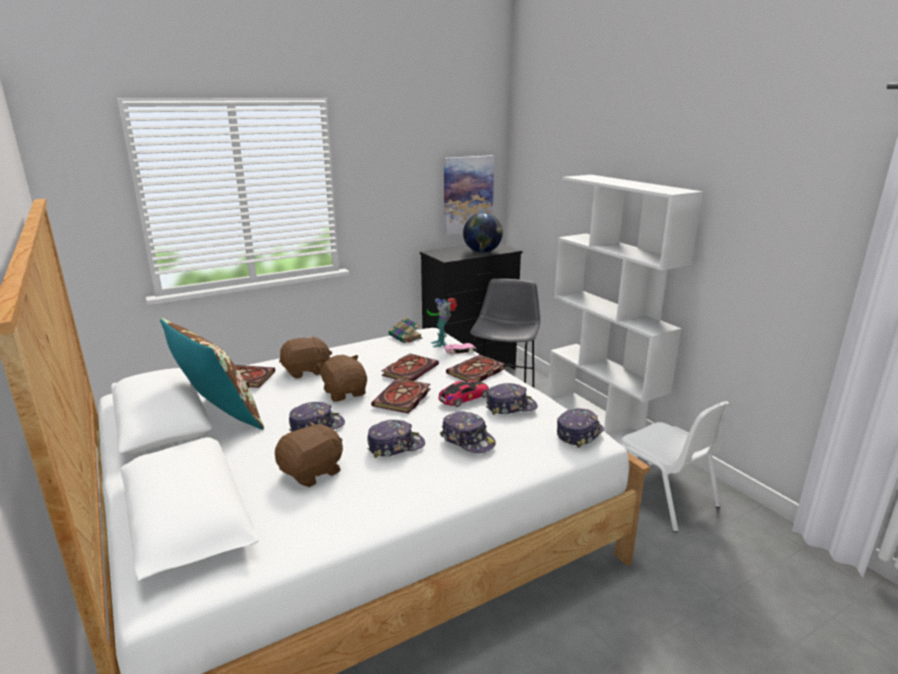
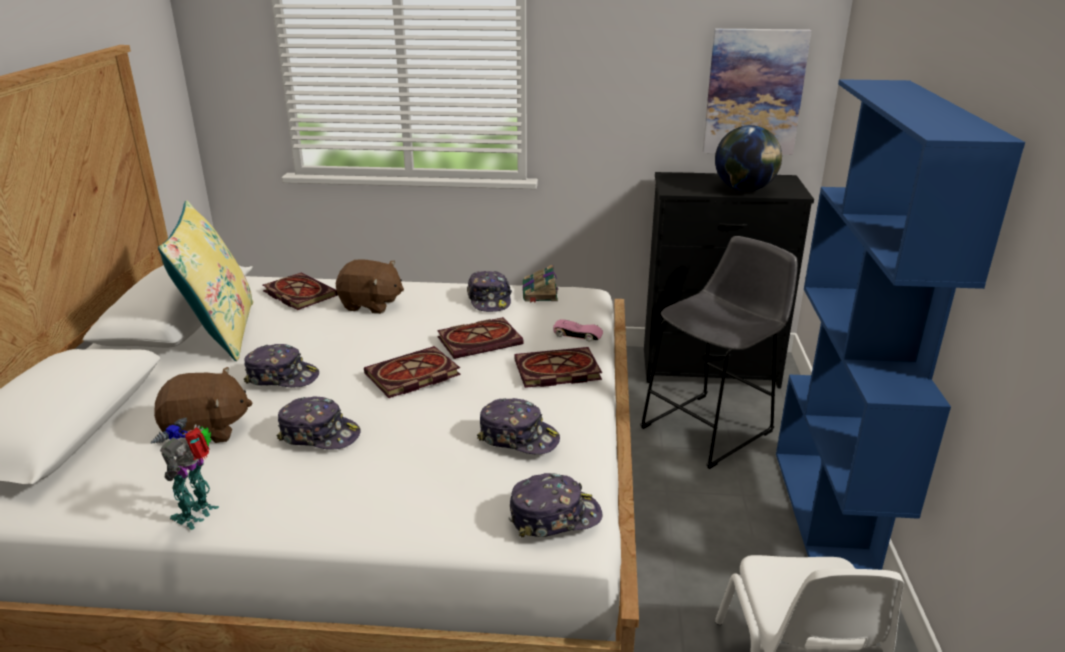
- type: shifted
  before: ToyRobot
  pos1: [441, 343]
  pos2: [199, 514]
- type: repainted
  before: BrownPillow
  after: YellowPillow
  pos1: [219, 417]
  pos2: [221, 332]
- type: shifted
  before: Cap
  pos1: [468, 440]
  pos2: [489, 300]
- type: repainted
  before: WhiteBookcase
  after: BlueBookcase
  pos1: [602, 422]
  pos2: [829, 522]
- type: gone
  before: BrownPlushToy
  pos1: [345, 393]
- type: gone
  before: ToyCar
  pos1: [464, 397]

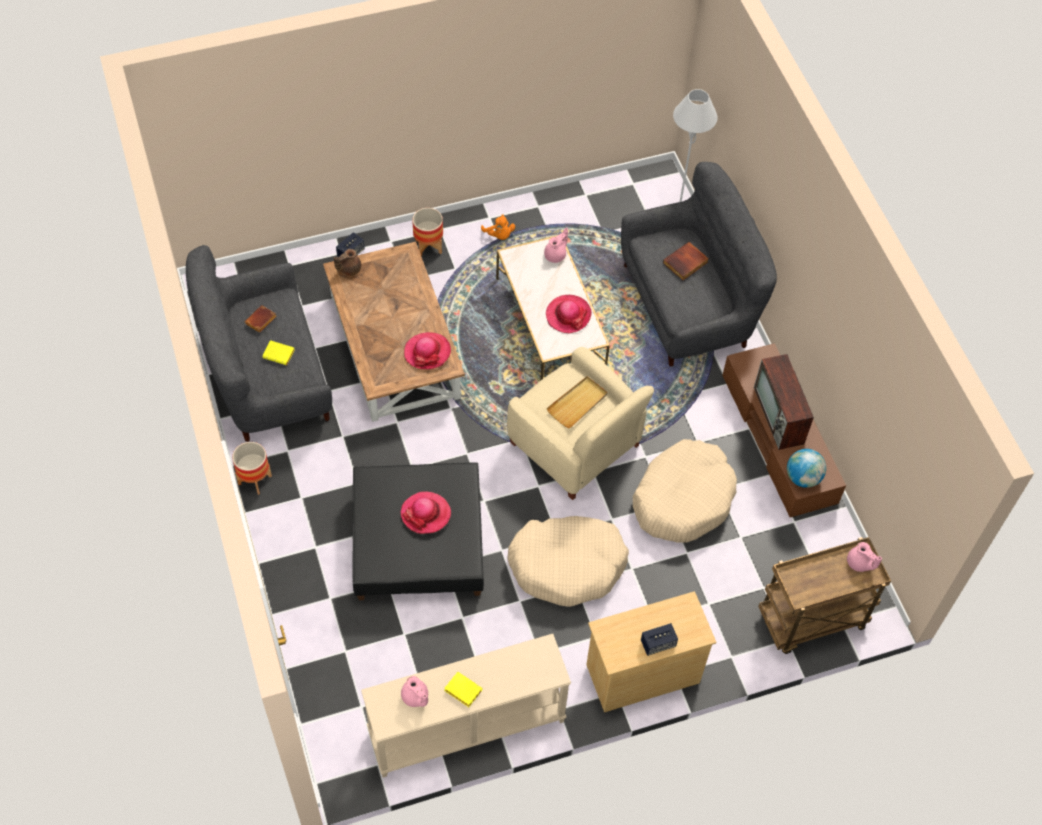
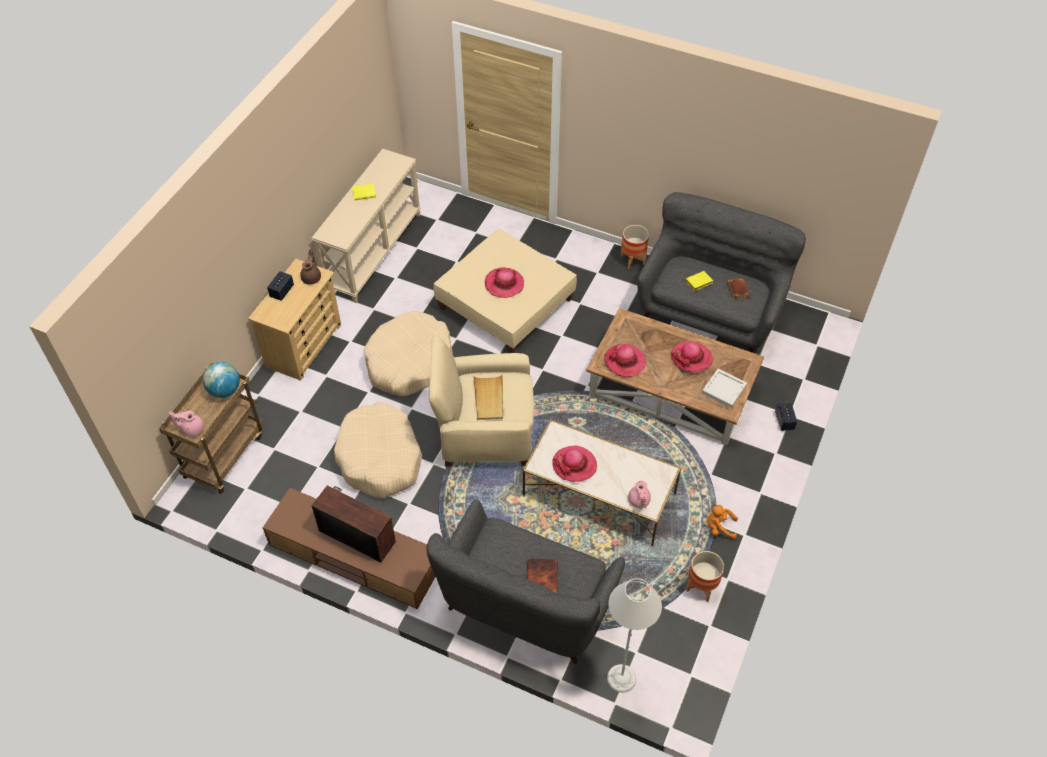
- type: shifted
  before: Globe
  pos1: [803, 477]
  pos2: [225, 390]
- type: shifted
  before: BrownTeapot
  pos1: [349, 269]
  pos2: [312, 277]
- type: repainted
  before: BlackOttoman
  after: BeigeOttoman
  pos1: [417, 543]
  pos2: [506, 304]
- type: new
  after: Hat
  pos2: [691, 358]
- type: shifted
  before: Planter
  pos1: [428, 246]
  pos2: [701, 587]
- type: new
  after: WhiteTray
  pos2: [723, 389]
- type: gone
  before: PinkTeapot
  pos1: [415, 697]

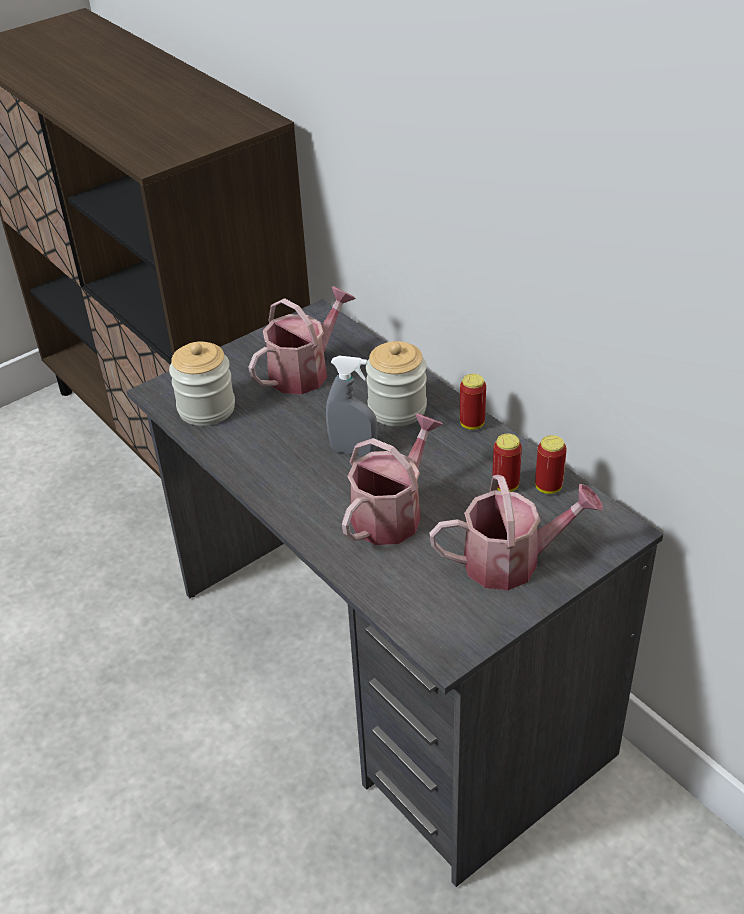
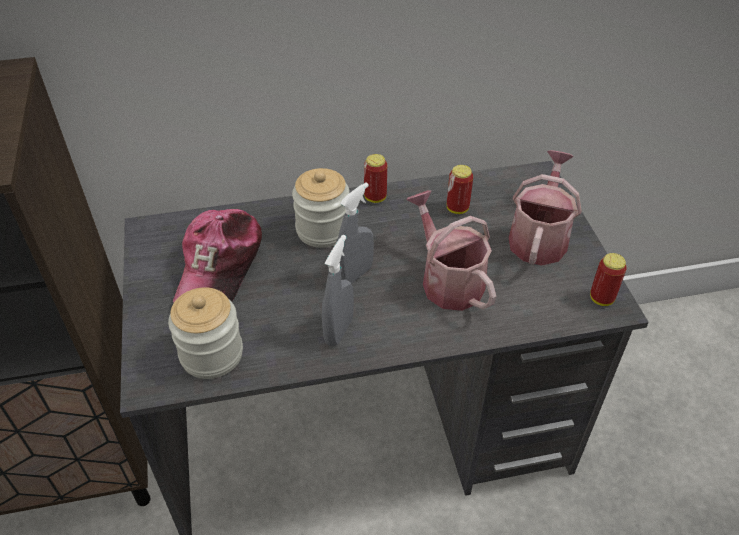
- type: swapped
  before: WateringCan
  after: Cap
  pos1: [305, 371]
  pos2: [220, 266]
- type: new
  after: GreySprayBottle
  pos2: [339, 331]
- type: shifted
  before: Can
  pos1: [548, 487]
  pos2: [601, 298]

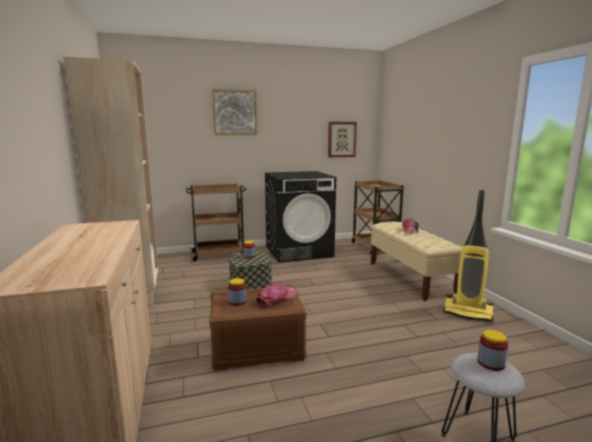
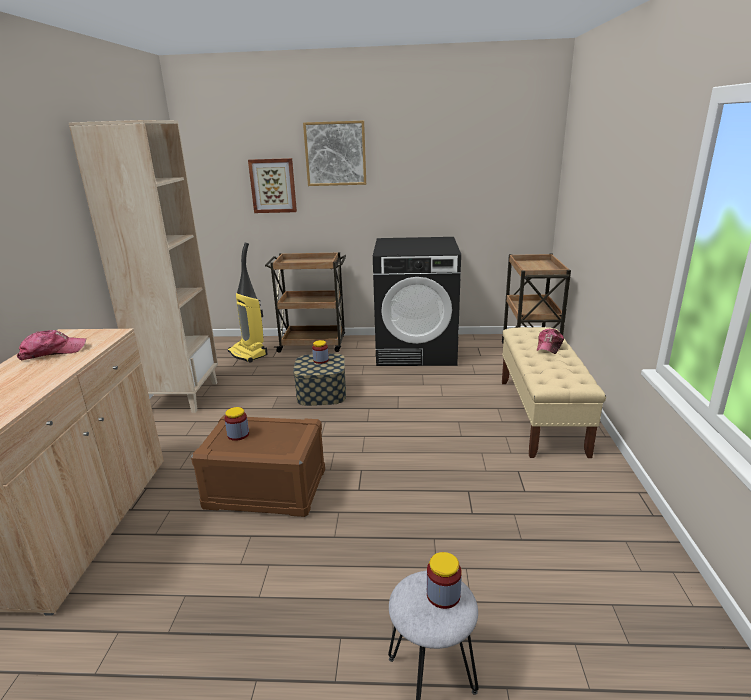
- type: shifted
  before: Cap
  pos1: [276, 299]
  pos2: [53, 352]
- type: shifted
  before: VacuumCleaner
  pos1: [468, 312]
  pos2: [249, 354]
- type: shifted
  before: Picture
  pos1: [341, 139]
  pos2: [273, 186]

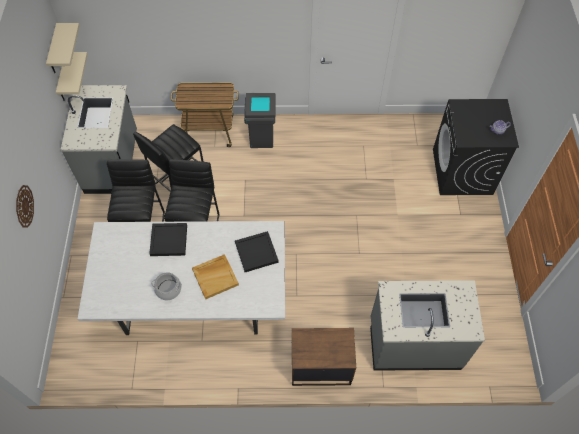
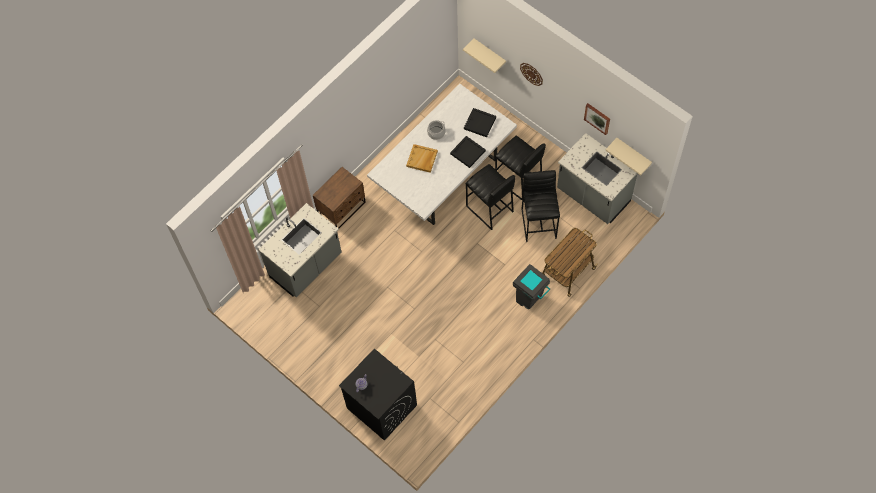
- type: shifted
  before: BeigeShelf
  pos1: [54, 51]
  pos2: [489, 54]
- type: shifted
  before: BlackTray
  pos1: [256, 253]
  pos2: [479, 123]
- type: new
  after: Picture
  pos2: [597, 118]

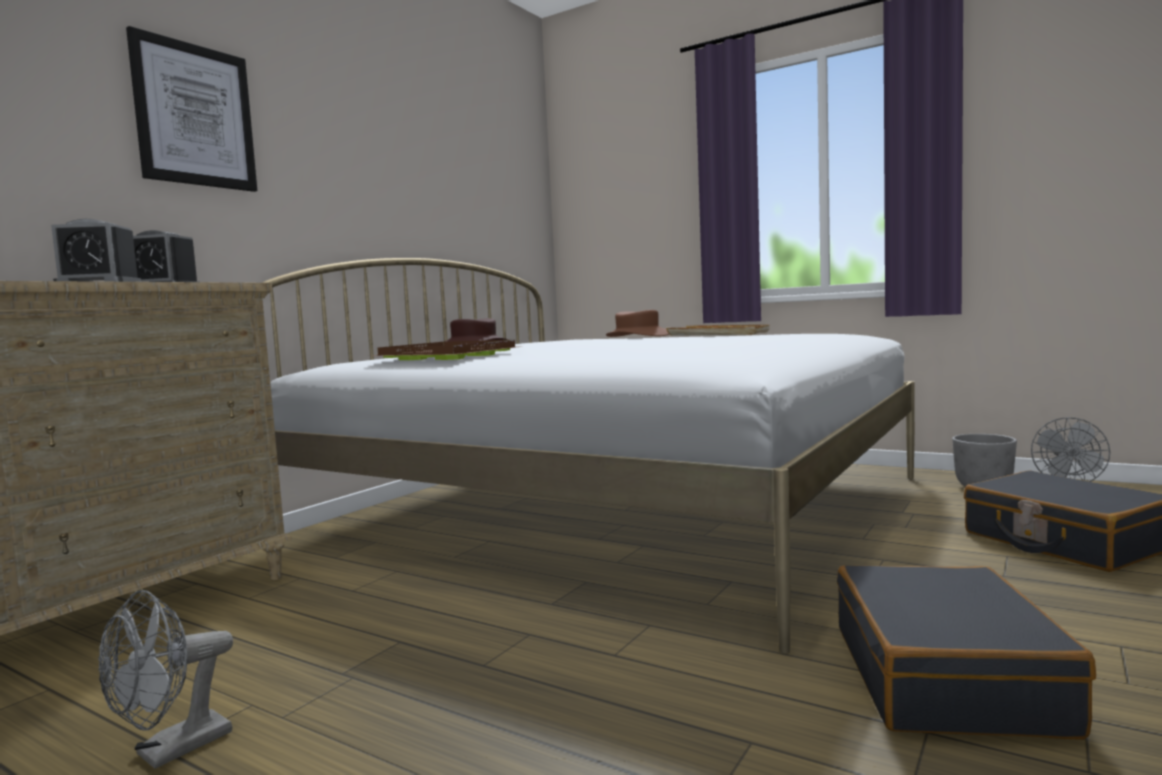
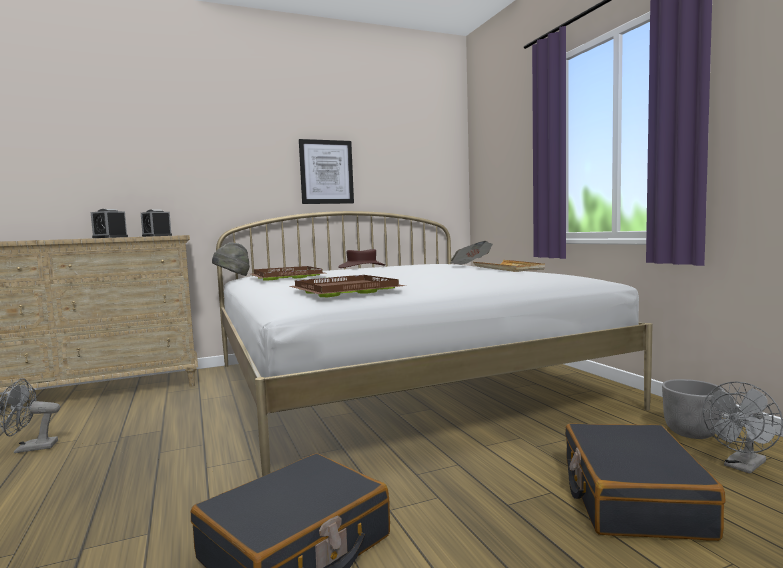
- type: new
  after: GreyHat
  pos2: [232, 276]
- type: new
  after: BrownTray
  pos2: [344, 290]
- type: shifted
  before: Picture
  pos1: [195, 115]
  pos2: [326, 172]
- type: swapped
  before: BrownHat
  after: Newspaper
  pos1: [637, 336]
  pos2: [470, 265]

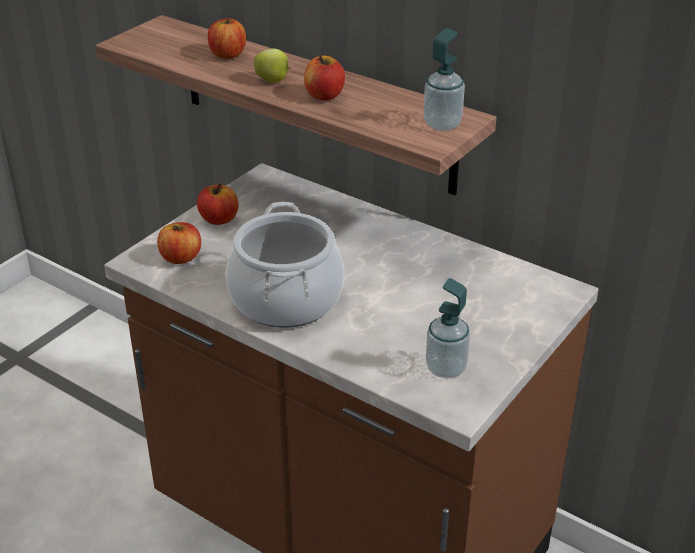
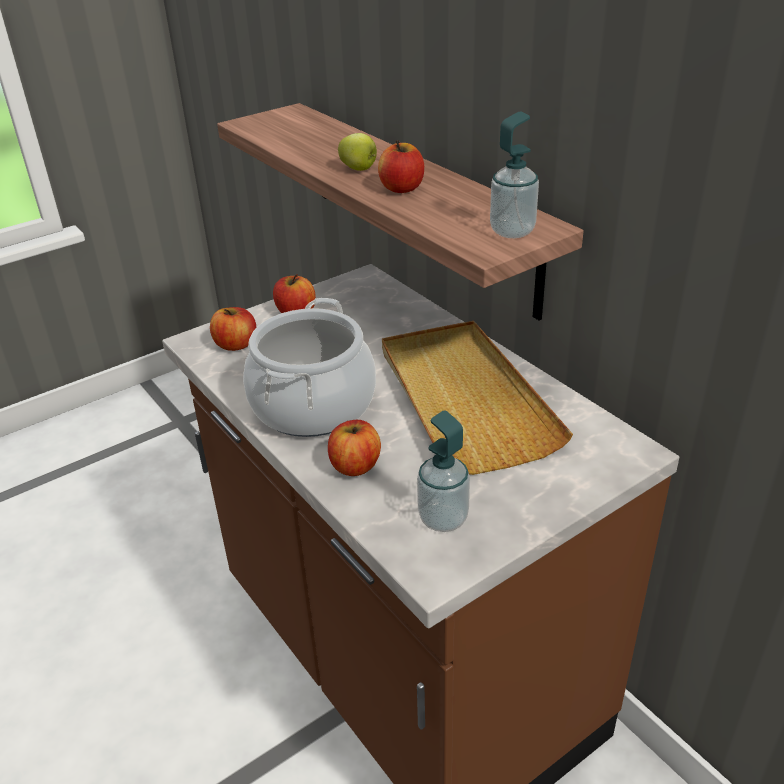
- type: shifted
  before: Apple
  pos1: [228, 54]
  pos2: [355, 466]
- type: new
  after: BeigeTray
  pos2: [464, 399]

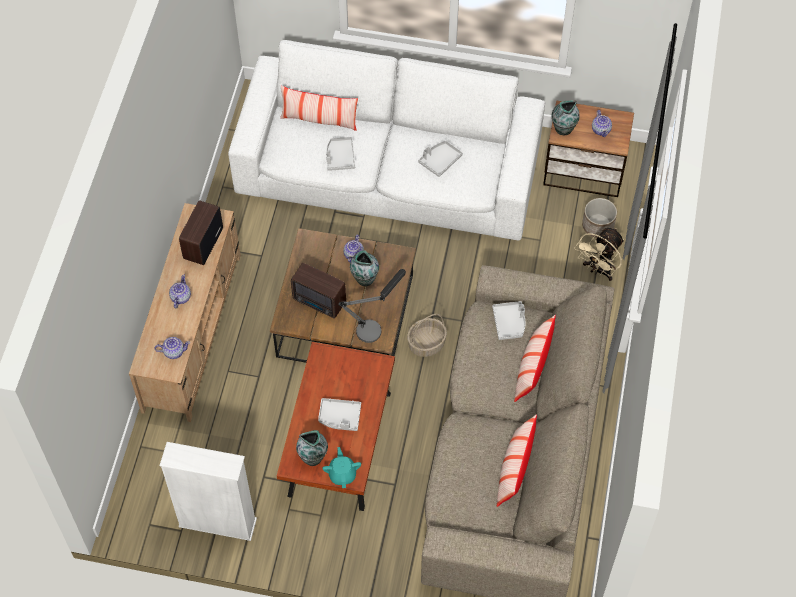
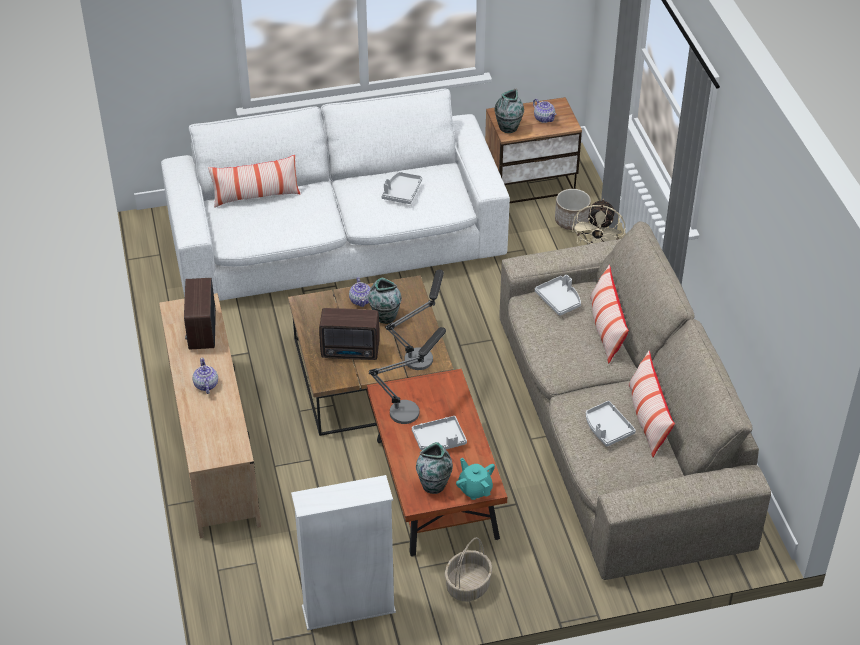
- type: new
  after: TableLamp
  pos2: [411, 407]
- type: shifted
  before: Basket
  pos1: [426, 344]
  pos2: [468, 586]
- type: shifted
  before: GreyTray
  pos1: [340, 157]
  pos2: [607, 428]
- type: gone
  before: Teapot
  pos1: [173, 351]

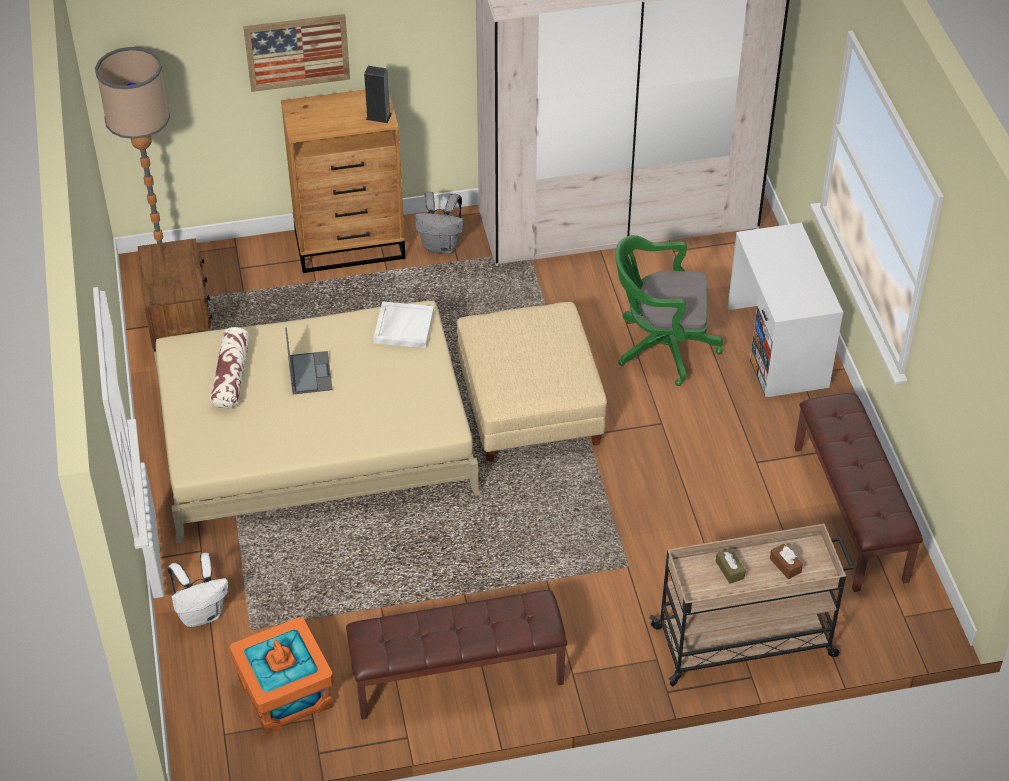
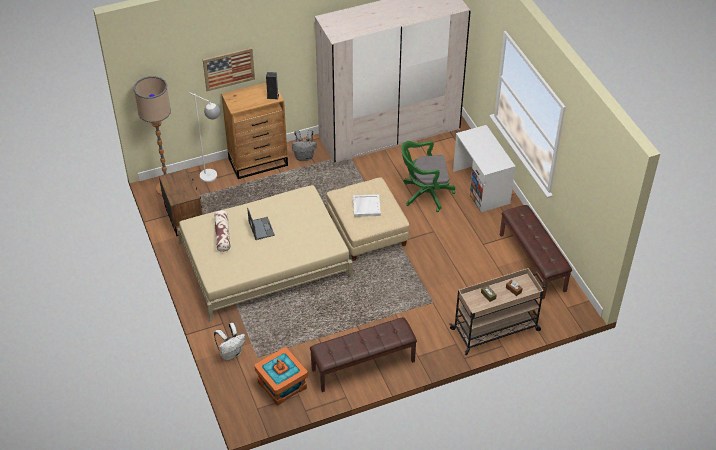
- type: new
  after: WhiteFloorLamp
  pos2: [213, 178]
- type: shifted
  before: WhiteTray
  pos1: [403, 326]
  pos2: [366, 206]

